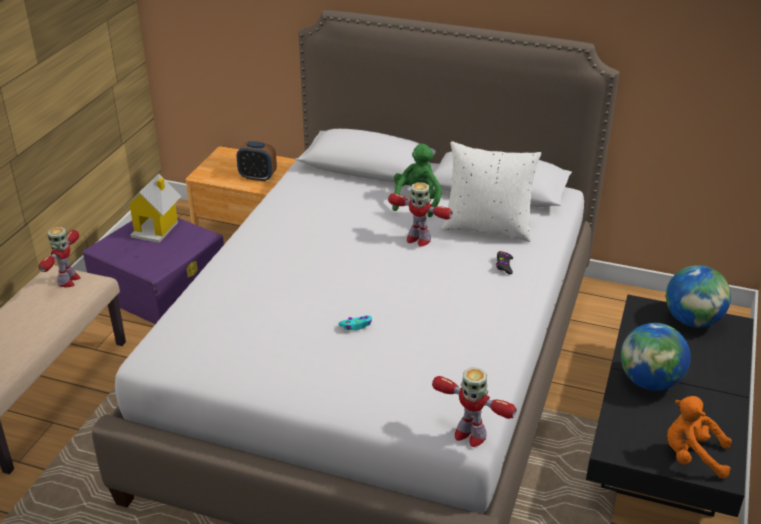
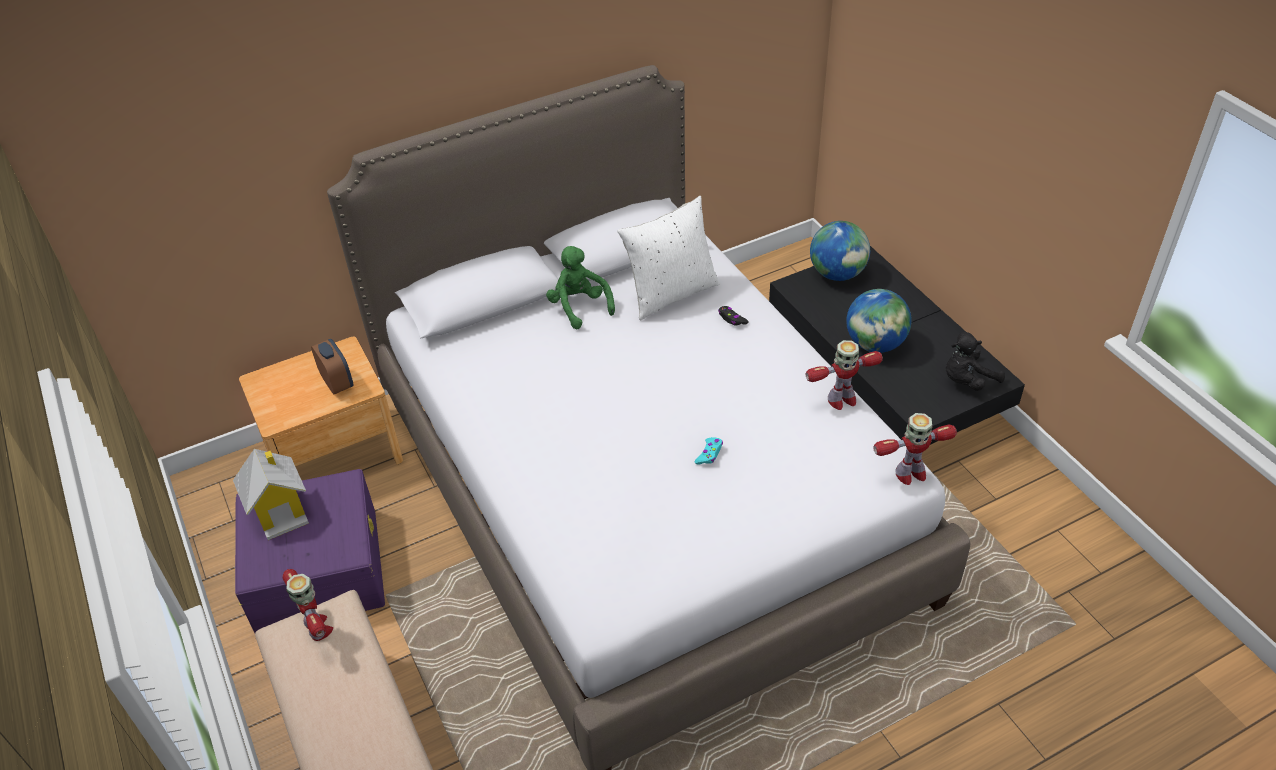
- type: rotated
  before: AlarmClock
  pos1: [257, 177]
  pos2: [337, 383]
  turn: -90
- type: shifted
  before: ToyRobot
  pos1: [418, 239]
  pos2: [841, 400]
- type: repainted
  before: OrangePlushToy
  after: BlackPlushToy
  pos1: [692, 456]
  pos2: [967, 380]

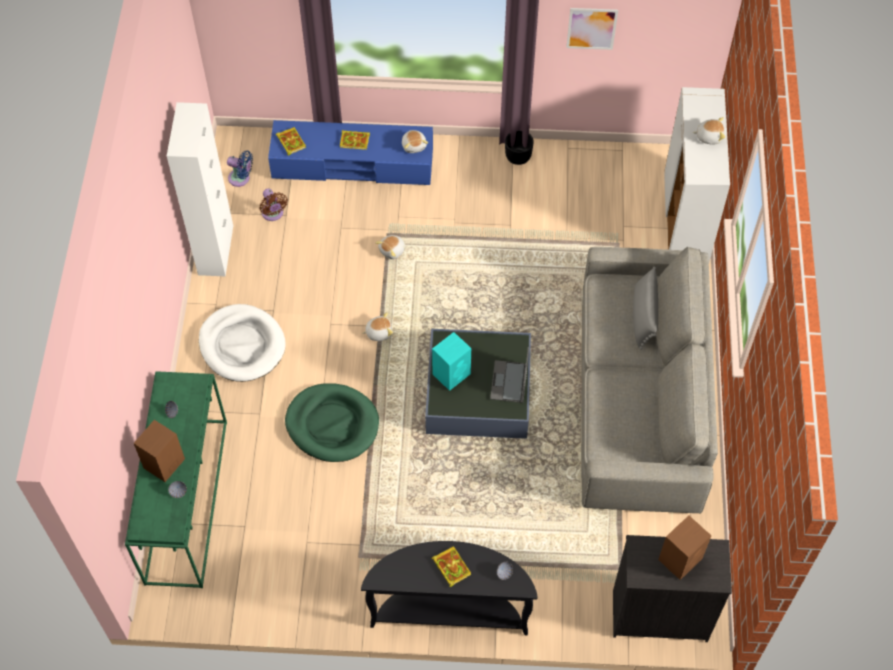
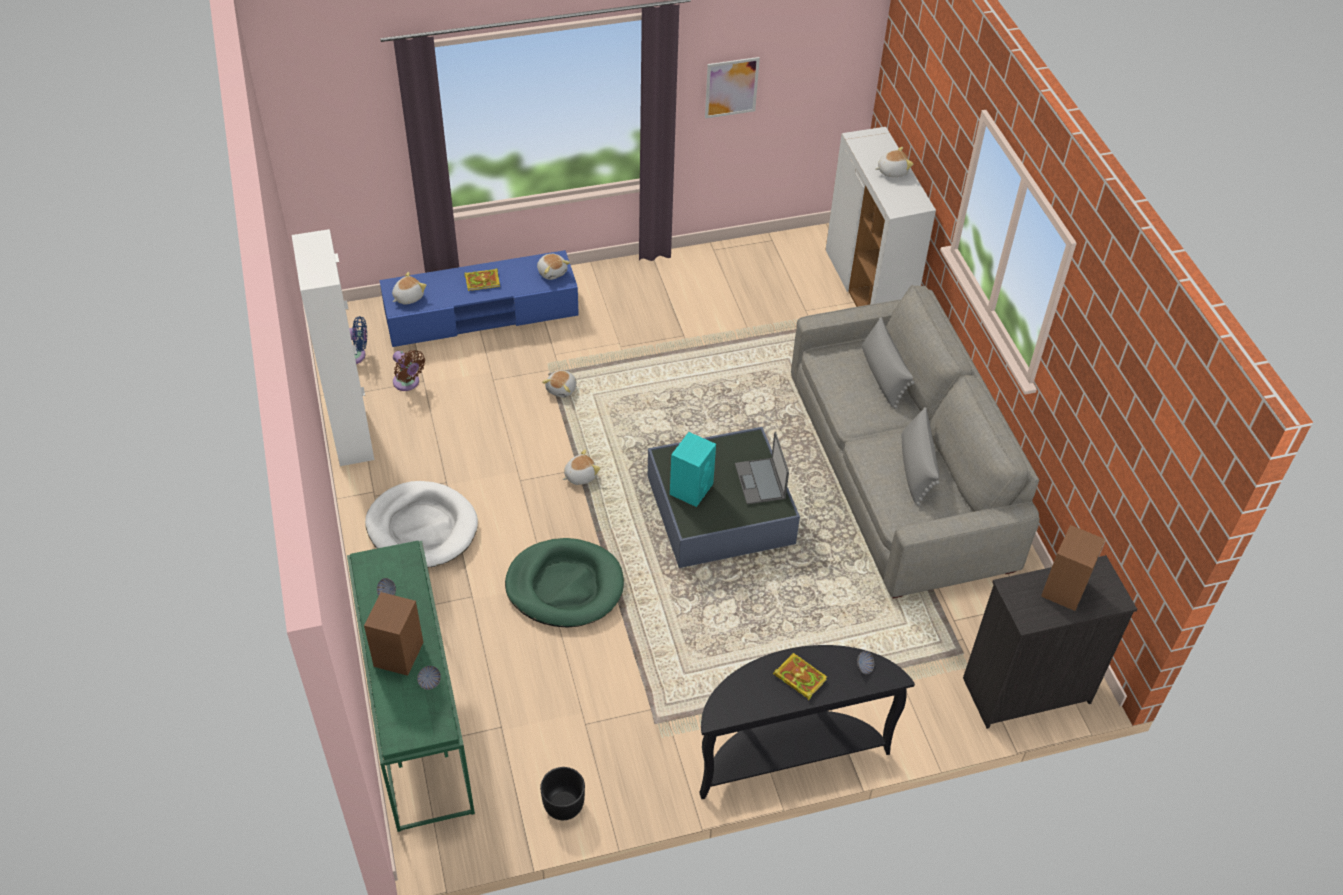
- type: swapped
  before: Book
  after: PlushToy
  pos1: [290, 141]
  pos2: [408, 297]
- type: shifted
  before: BlackPlanter
  pos1: [518, 156]
  pos2: [564, 804]
- type: new
  after: GreyPillow
  pos2: [916, 468]

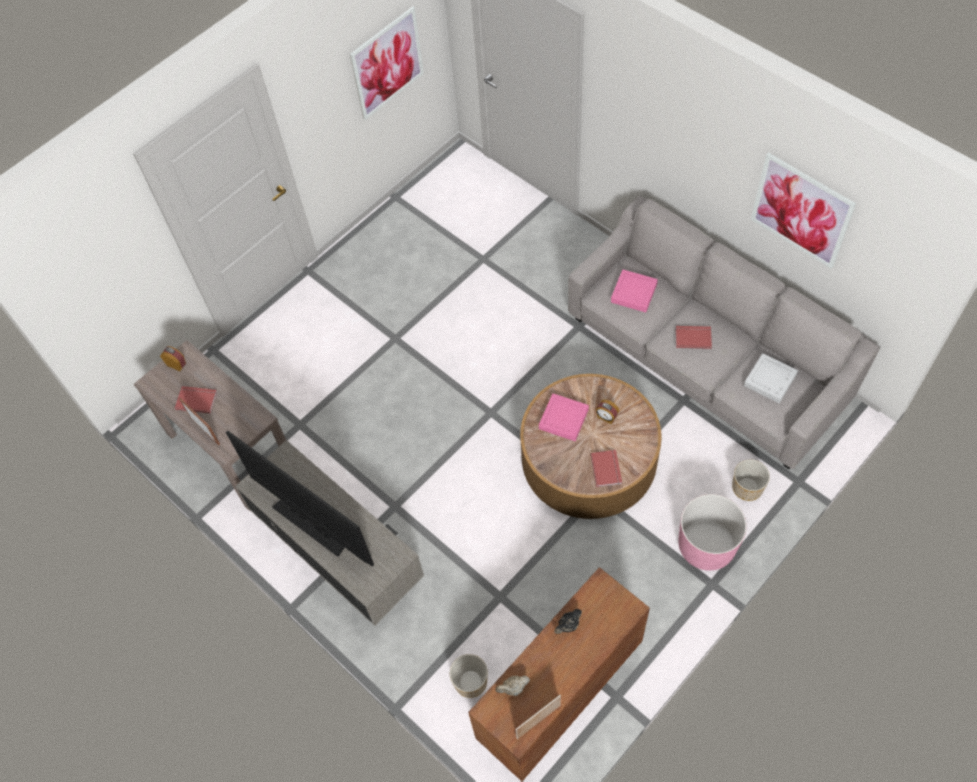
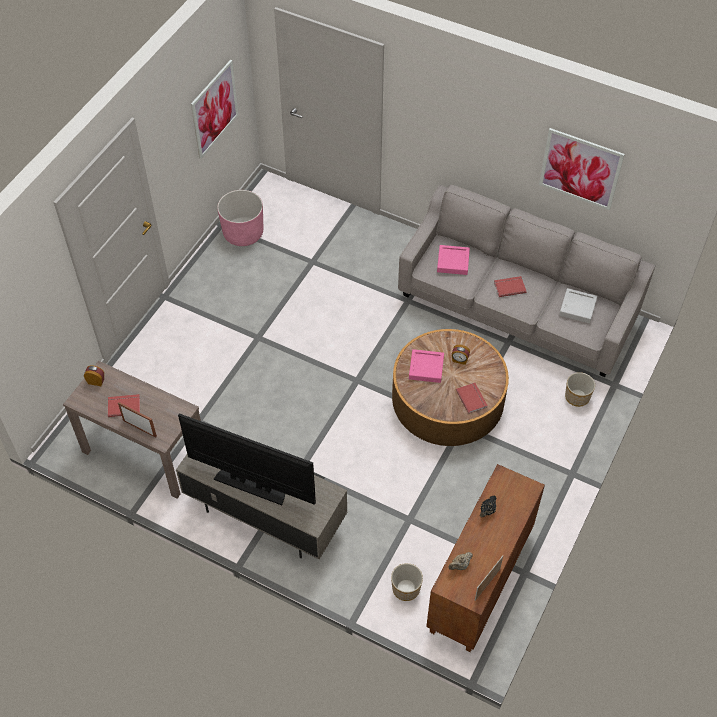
- type: shifted
  before: PinkPlanter
  pos1: [706, 546]
  pos2: [243, 233]

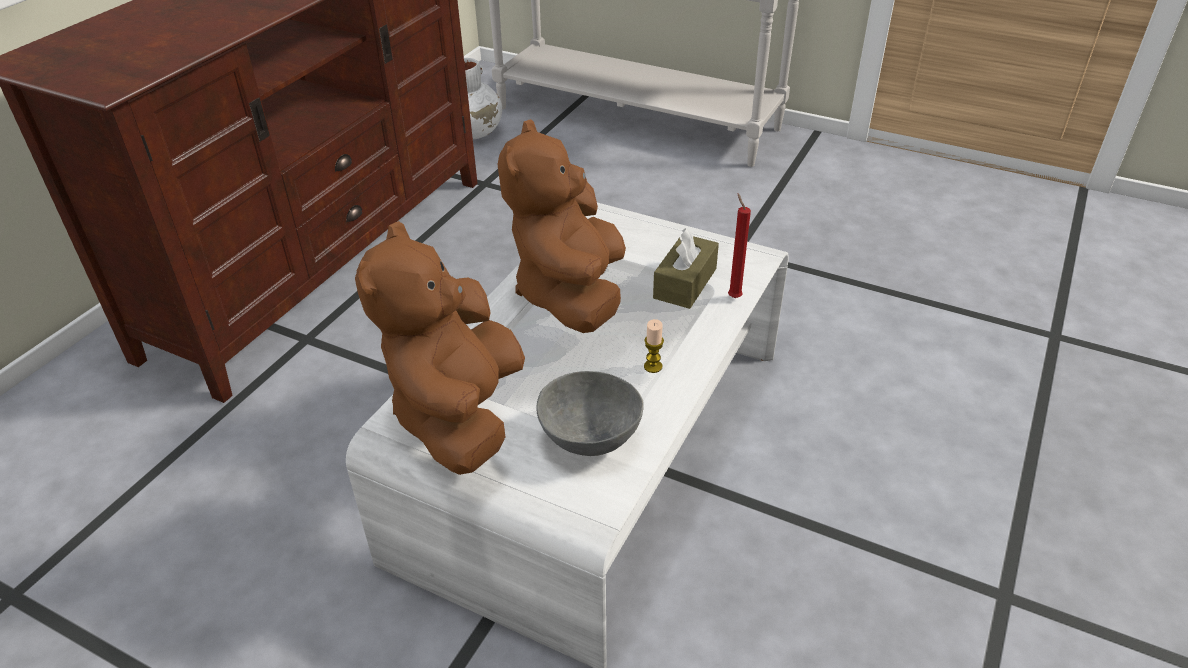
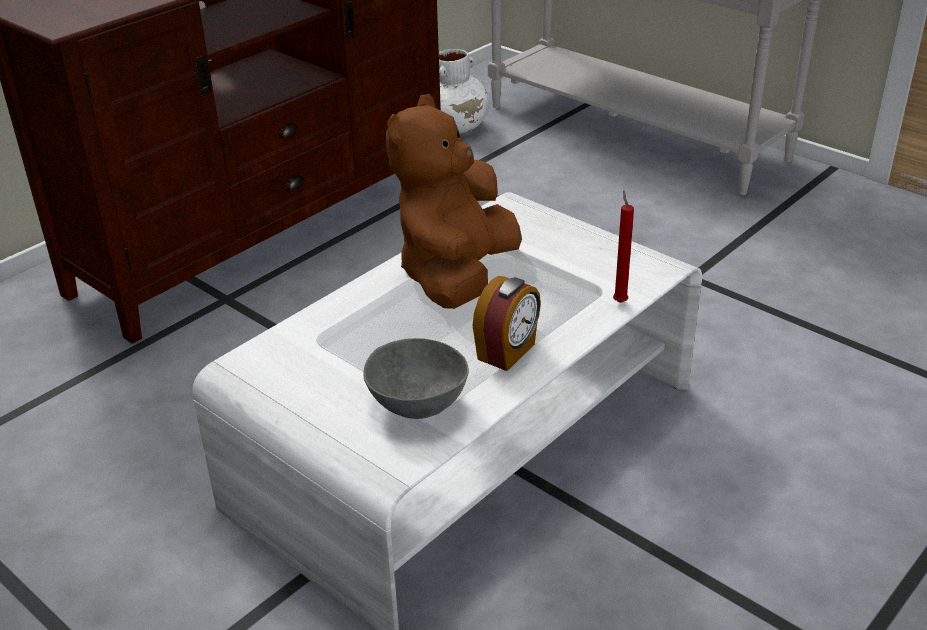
- type: swapped
  before: Candle
  after: AlarmClock
  pos1: [653, 366]
  pos2: [507, 352]
- type: gone
  before: BrownPlushToy
  pos1: [459, 414]
- type: gone
  before: BrownTissueBox
  pos1: [685, 283]

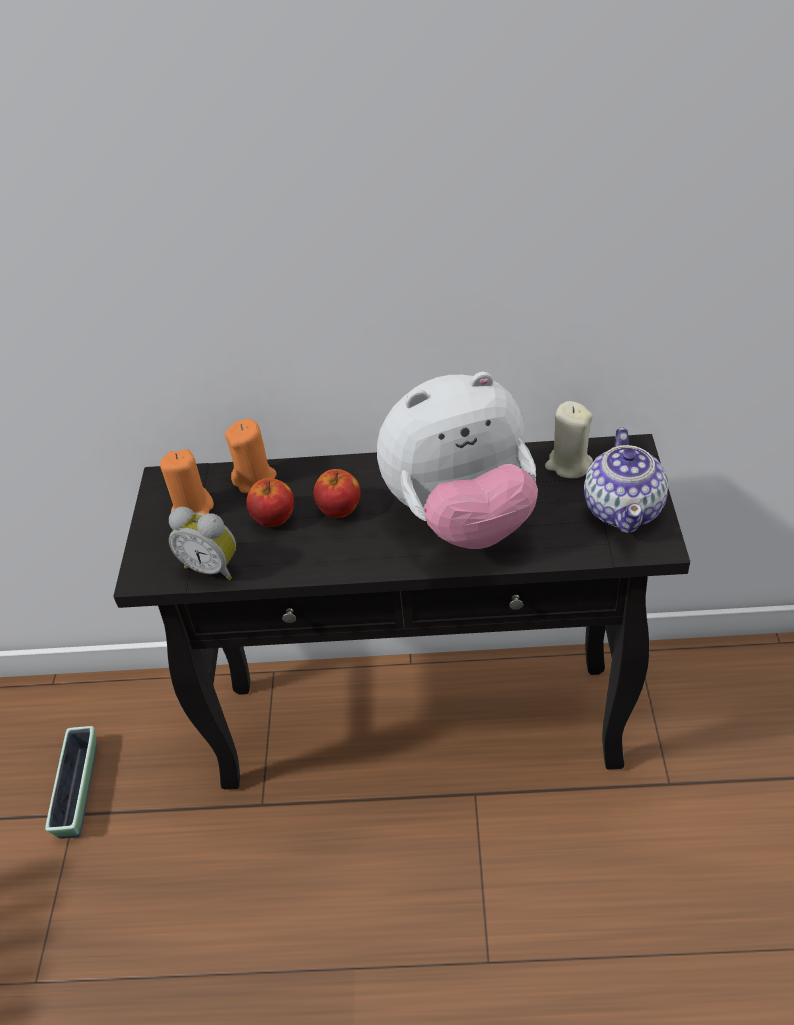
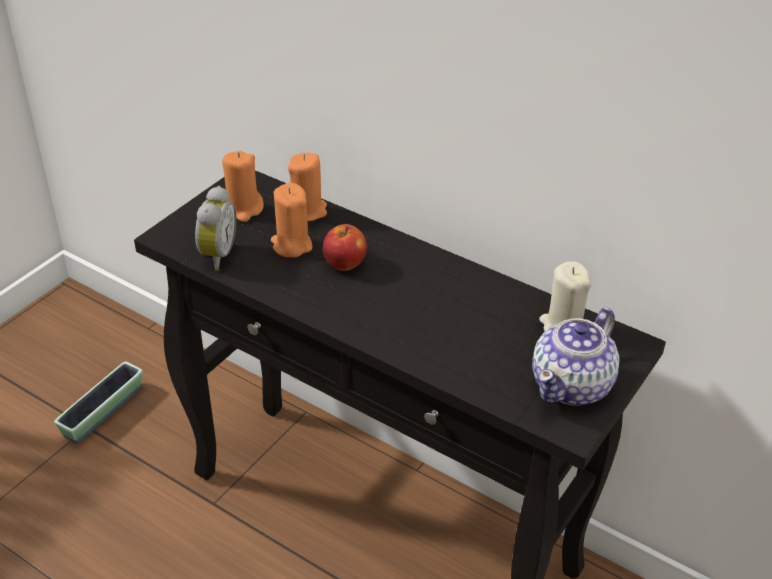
- type: rotated
  before: AlarmClock
  pos1: [212, 566]
  pos2: [215, 255]
  turn: -135
- type: swapped
  before: Apple
  after: OrangeCandle
  pos1: [274, 518]
  pos2: [291, 245]
- type: gone
  before: PlushToy
  pos1: [461, 517]

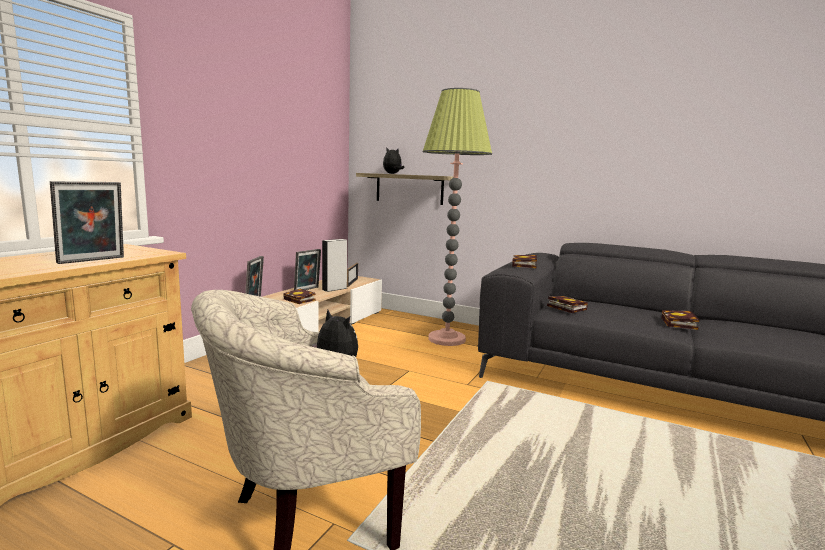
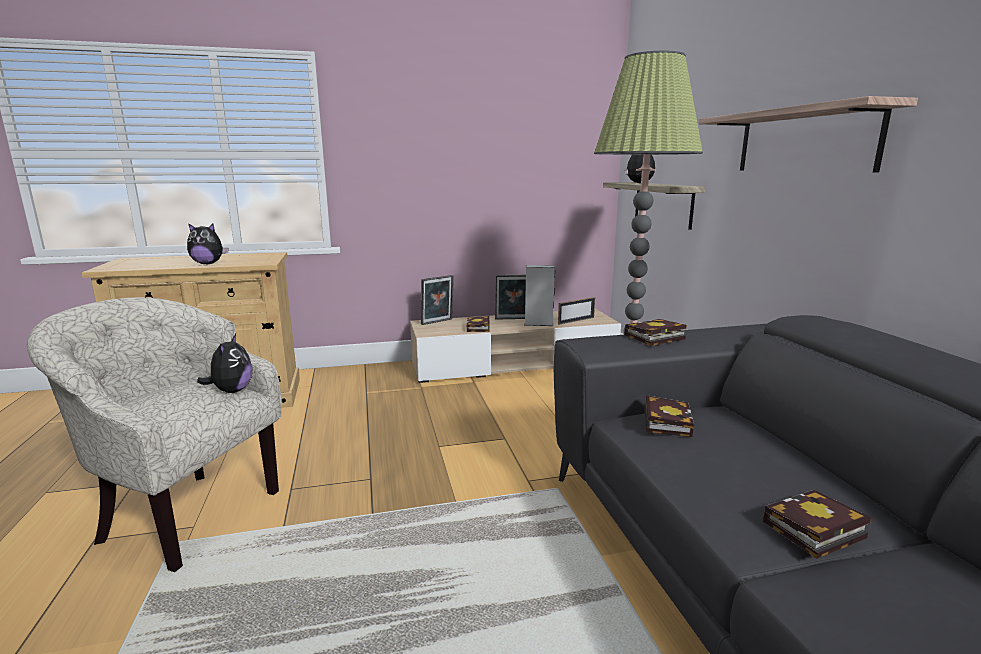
- type: swapped
  before: PictureFrame
  after: PlushToy
  pos1: [93, 260]
  pos2: [208, 264]
- type: new
  after: Shelf
  pos2: [804, 141]

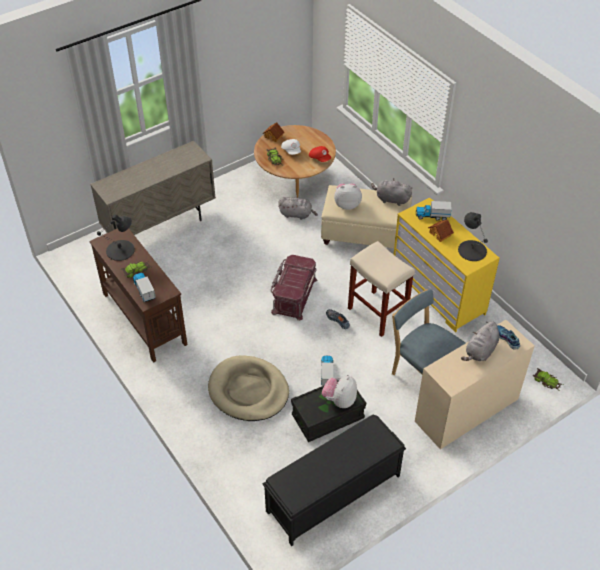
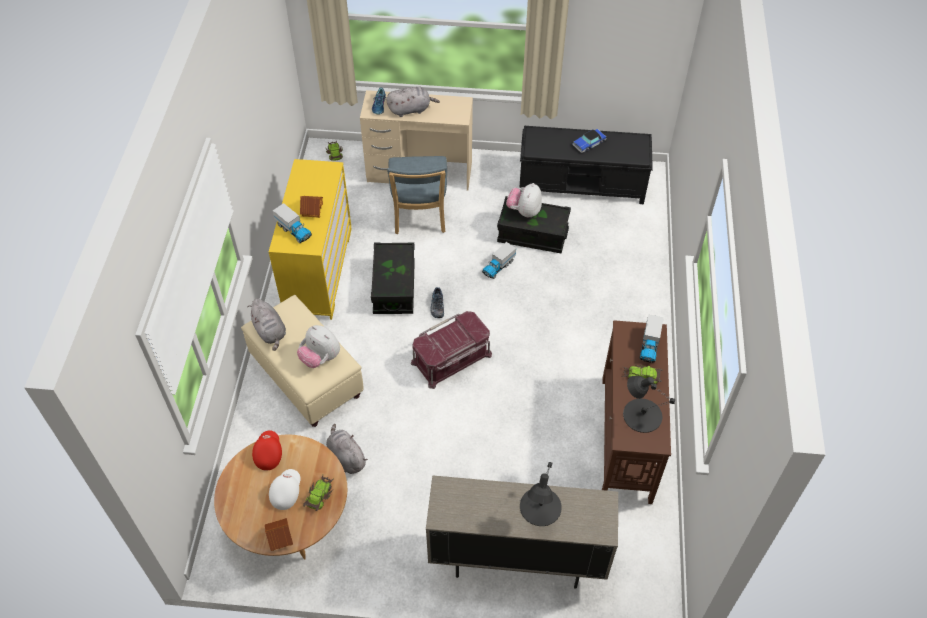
- type: swapped
  before: BeigeStool
  after: BlackStorageBox
  pos1: [378, 313]
  pos2: [394, 288]
- type: rotated
  before: PlushToy
  pos1: [339, 400]
  pos2: [524, 211]
  turn: 135
- type: shifted
  before: BlackTableLamp
  pos1: [472, 250]
  pos2: [540, 507]
- type: new
  after: ToyCar
  pos2: [589, 143]
- type: gone
  before: BeigeDogBed
  pos1: [248, 391]

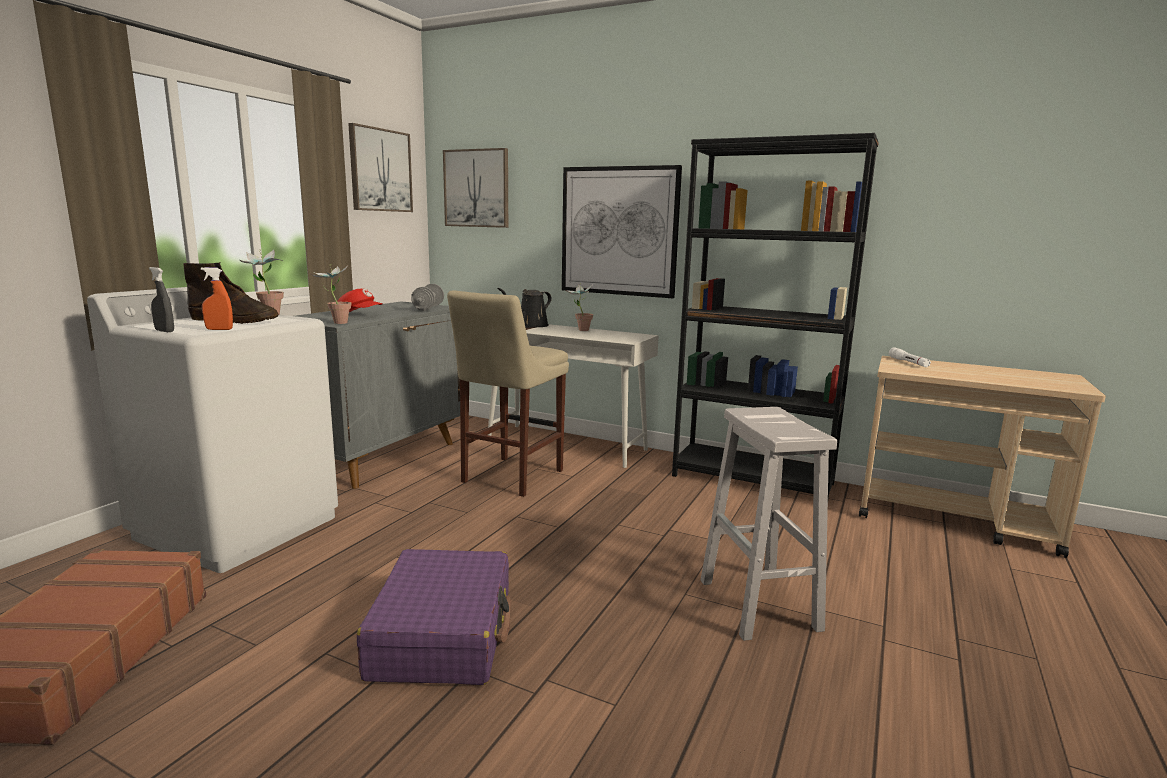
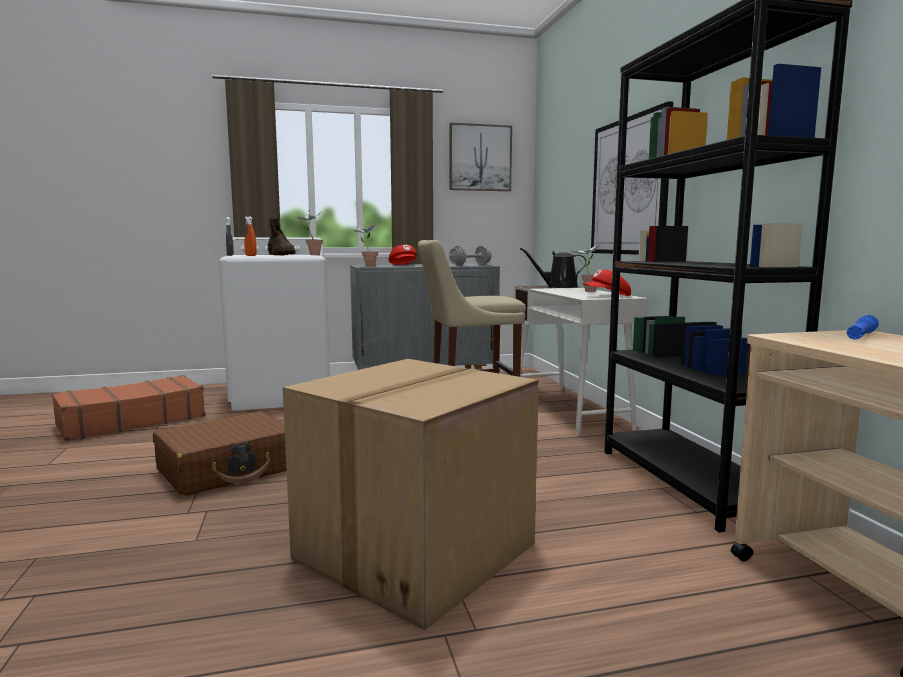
- type: repainted
  before: PurpleSuitcase
  after: BrownSuitcase
  pos1: [443, 634]
  pos2: [228, 469]
- type: swapped
  before: WhiteStool
  after: CardboardBox
  pos1: [760, 605]
  pos2: [415, 553]
- type: new
  after: RedCap
  pos2: [607, 296]
- type: repainted
  before: WhiteFlashlight
  after: BlueFlashlight
  pos1: [908, 362]
  pos2: [861, 336]
- type: gone
  before: Picture
  pos1: [477, 188]

